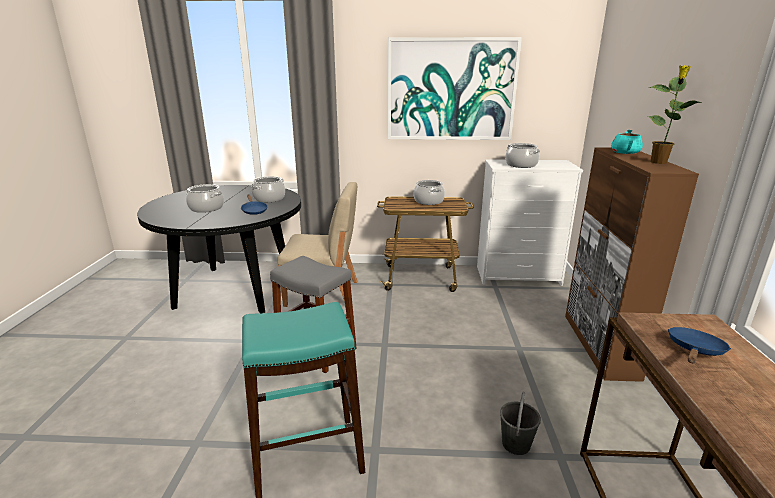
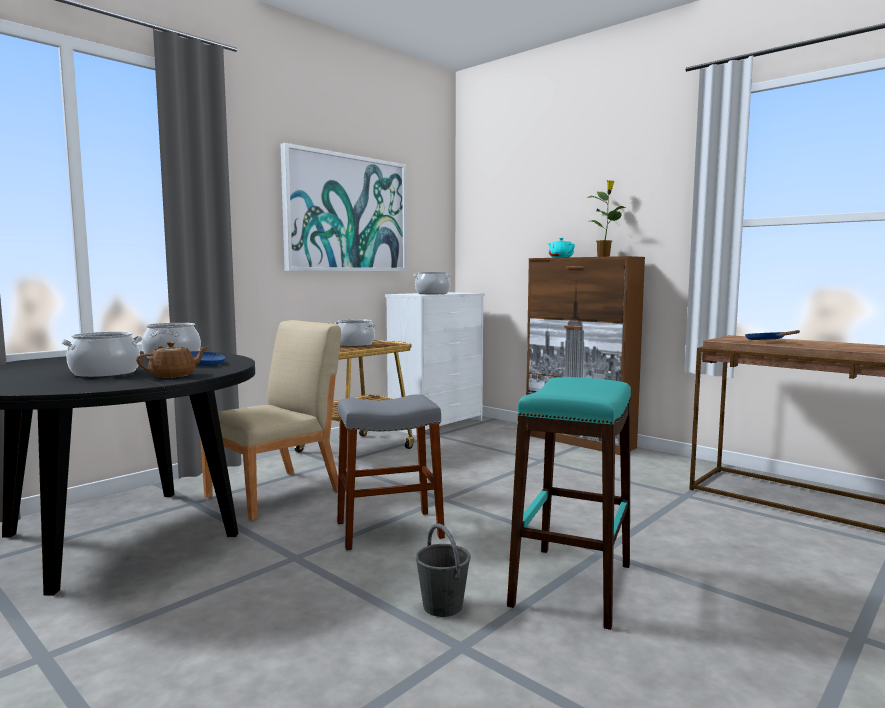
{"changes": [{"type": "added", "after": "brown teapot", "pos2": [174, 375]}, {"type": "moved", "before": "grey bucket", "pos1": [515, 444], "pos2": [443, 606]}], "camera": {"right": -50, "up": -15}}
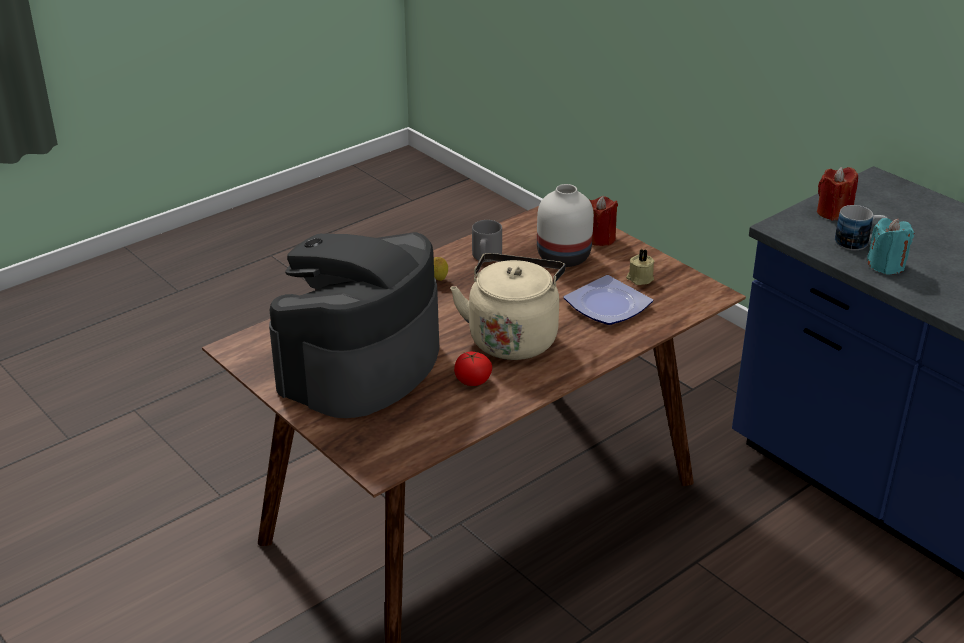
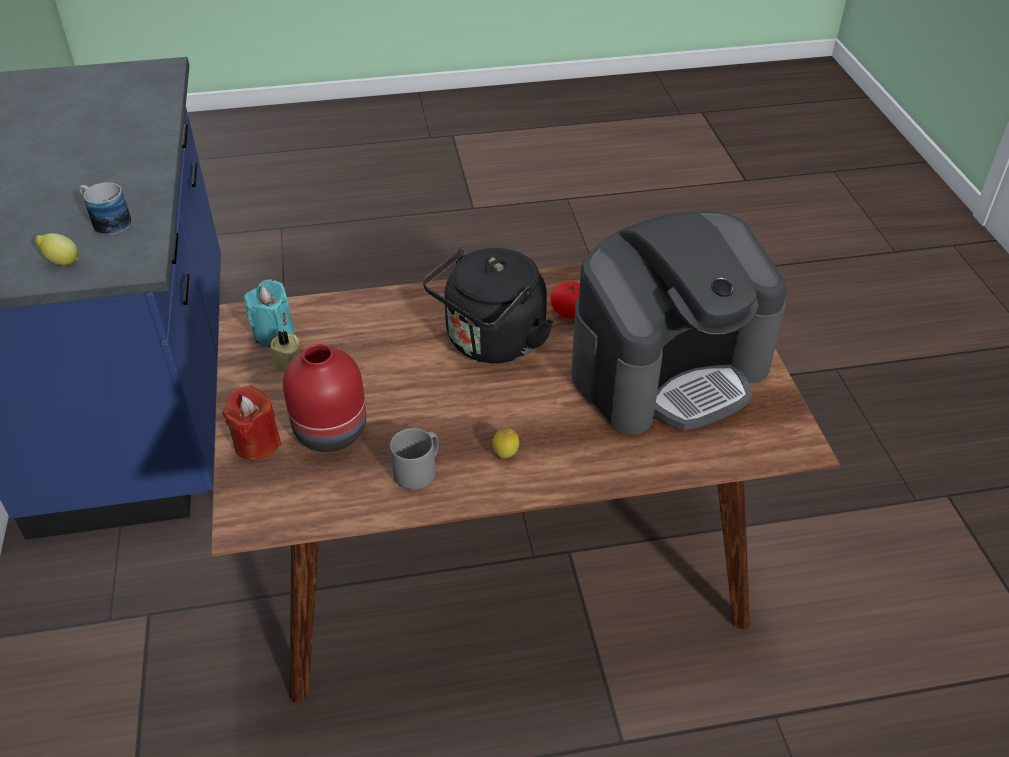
{"changes": [{"type": "replaced", "before": "red candle", "after": "lemon", "pos1": [834, 212], "pos2": [61, 262]}, {"type": "moved", "before": "turquoise candle", "pos1": [886, 265], "pos2": [274, 334]}, {"type": "recoloured", "before": "white vase", "after": "red vase", "pos1": [562, 257], "pos2": [331, 432]}, {"type": "recoloured", "before": "beige kettle", "after": "black kettle", "pos1": [513, 338], "pos2": [491, 343]}, {"type": "removed", "before": "plate", "pos1": [605, 305]}], "camera": {"right": -150, "up": 10}}
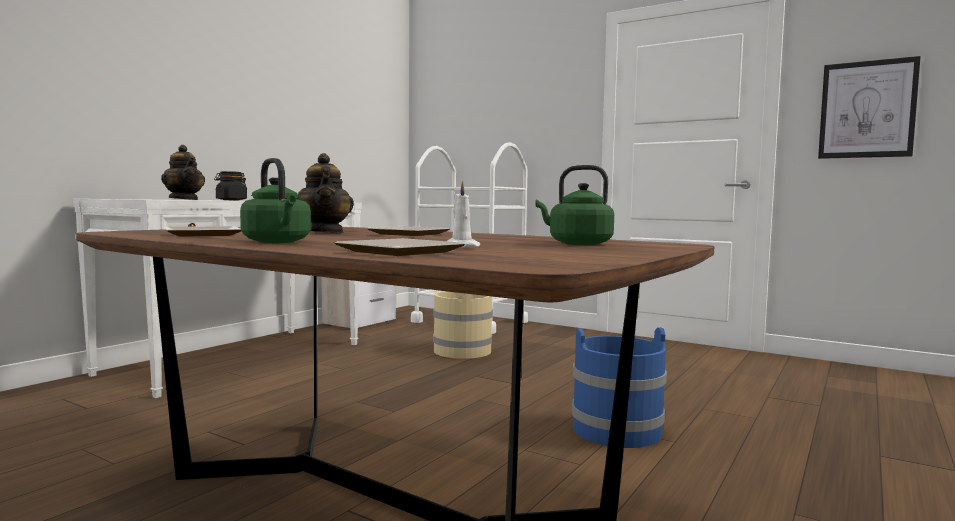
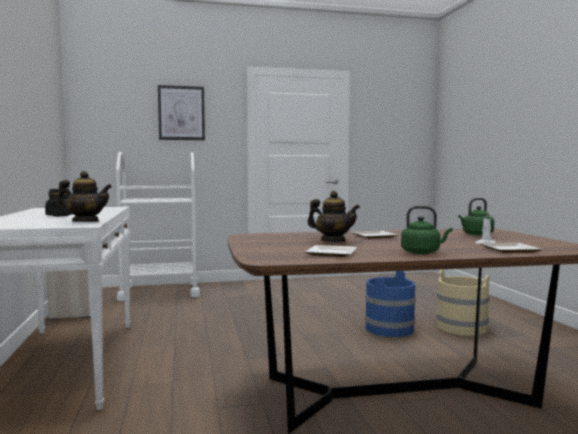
{"changes": [{"type": "moved", "before": "picture", "pos1": [867, 109], "pos2": [181, 113]}, {"type": "moved", "before": "beige bucket", "pos1": [462, 351], "pos2": [462, 327]}], "camera": {"right": -45, "up": 0}}
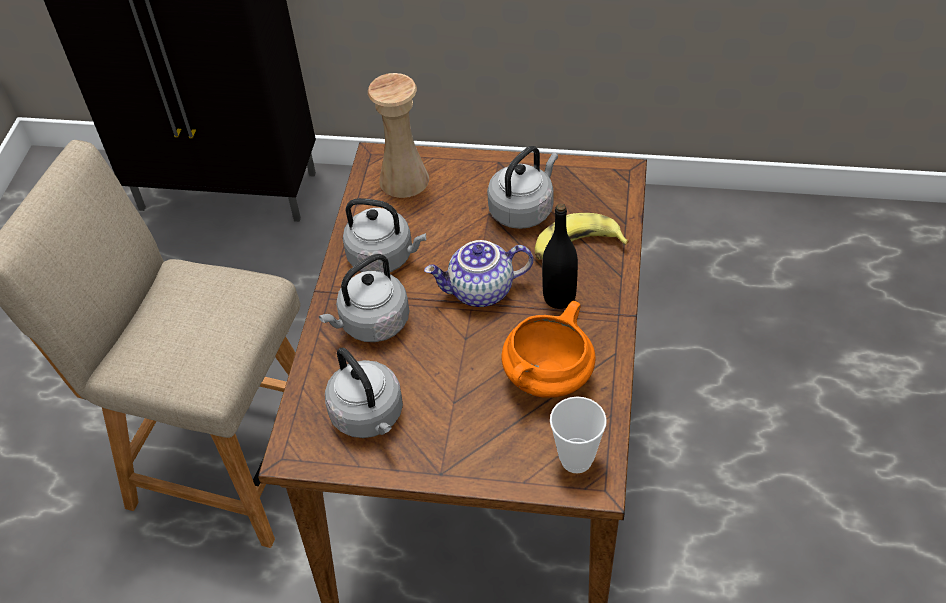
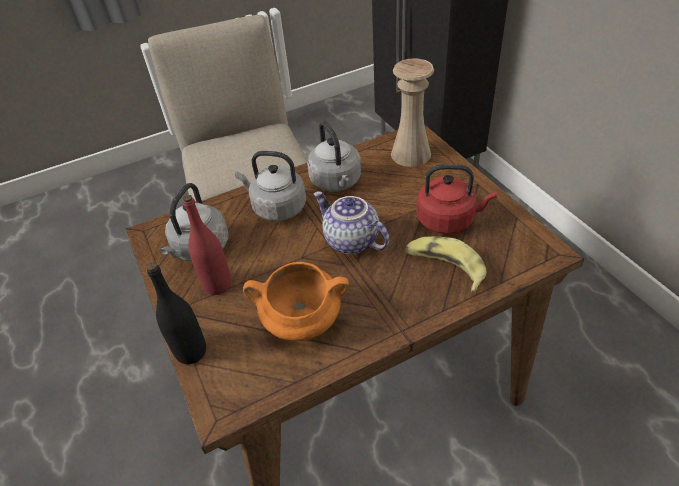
{"changes": [{"type": "moved", "before": "black bottle", "pos1": [559, 297], "pos2": [191, 352]}, {"type": "added", "after": "red bottle", "pos2": [217, 285]}, {"type": "recoloured", "before": "grey kettle", "after": "red kettle", "pos1": [523, 209], "pos2": [448, 220]}, {"type": "removed", "before": "cup", "pos1": [576, 459]}], "camera": {"right": 55, "up": -5}}
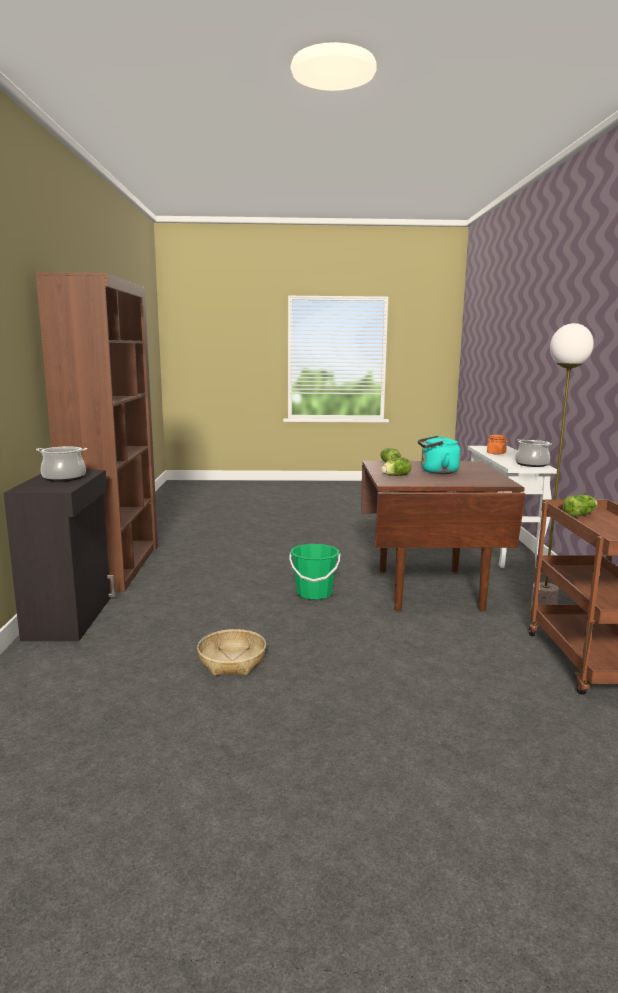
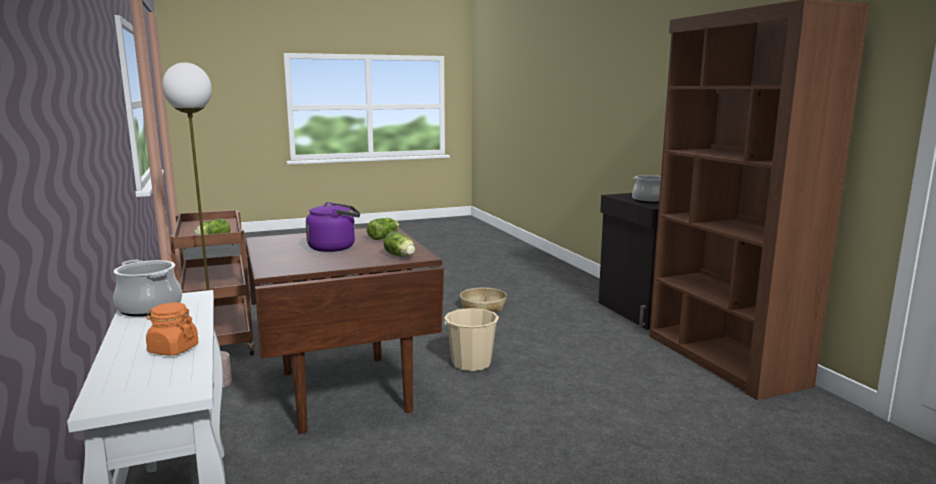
{"changes": [{"type": "recoloured", "before": "turquoise kettle", "after": "purple kettle", "pos1": [437, 472], "pos2": [335, 247]}, {"type": "recoloured", "before": "green bucket", "after": "beige bucket", "pos1": [314, 593], "pos2": [471, 363]}], "camera": {"right": 160, "up": 0}}
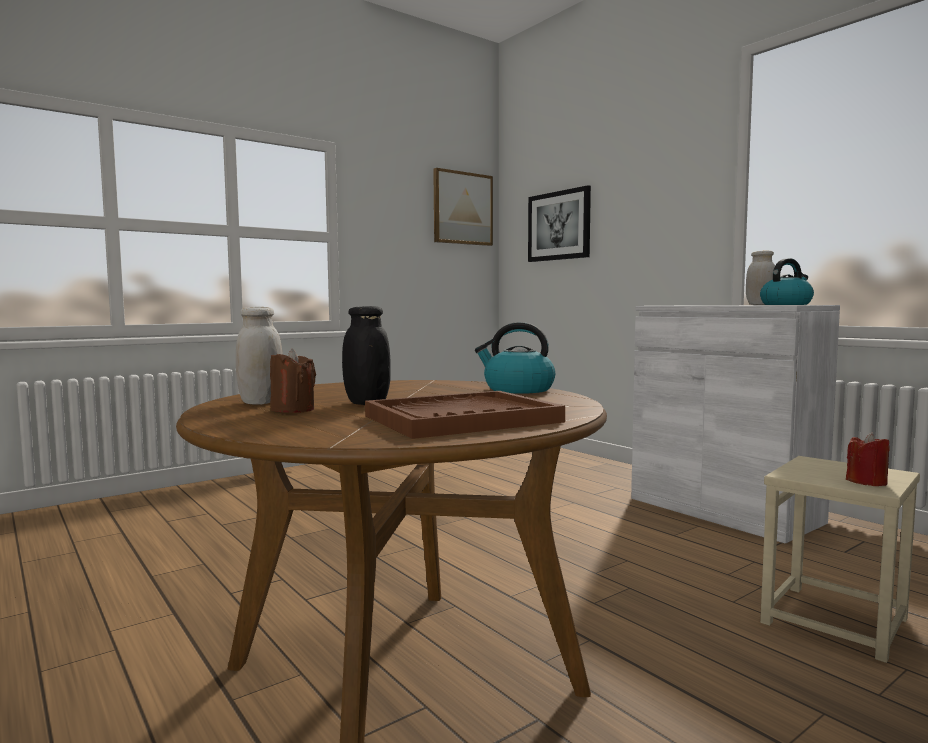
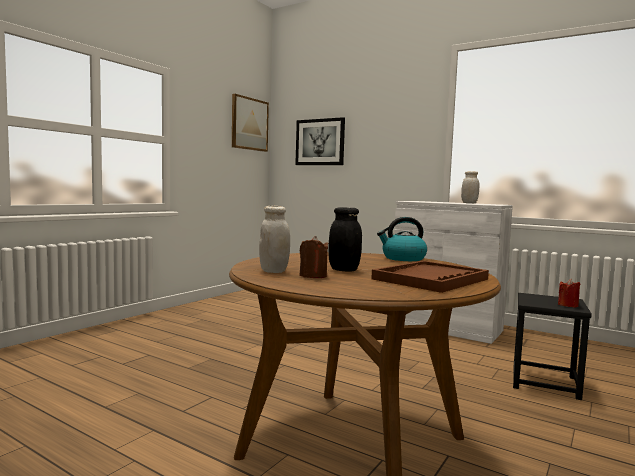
{"changes": [{"type": "recoloured", "before": "beige stool", "after": "black stool", "pos1": [835, 621], "pos2": [545, 382]}, {"type": "removed", "before": "kettle", "pos1": [786, 304]}], "camera": {"right": -20, "up": 0}}
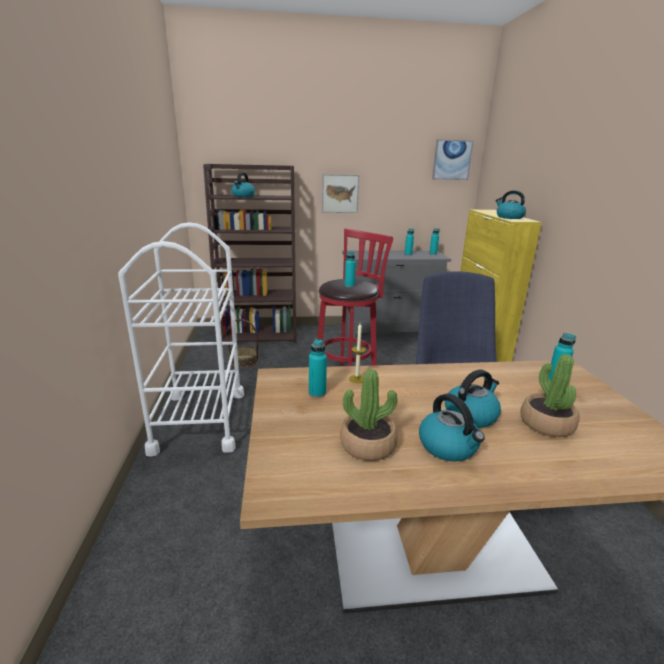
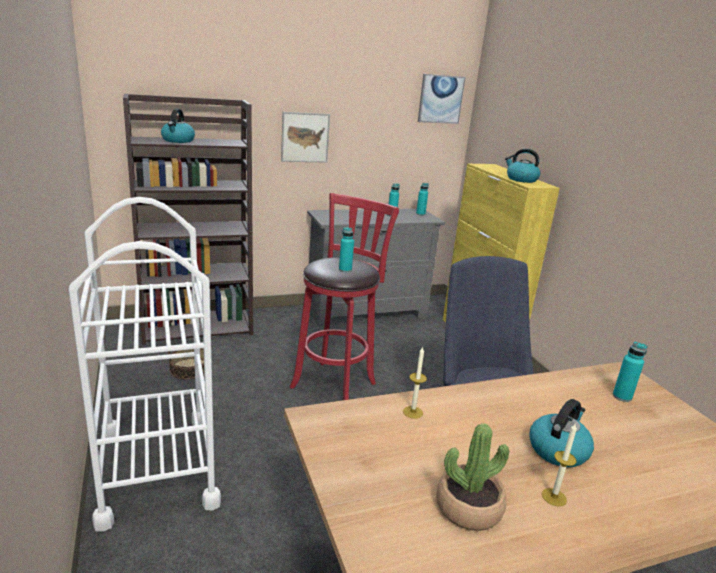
{"changes": [{"type": "replaced", "before": "kettle", "after": "candle", "pos1": [448, 446], "pos2": [554, 497]}, {"type": "removed", "before": "turquoise bottle", "pos1": [317, 393]}, {"type": "removed", "before": "potted plant", "pos1": [546, 424]}], "camera": {"right": -15, "up": 0}}
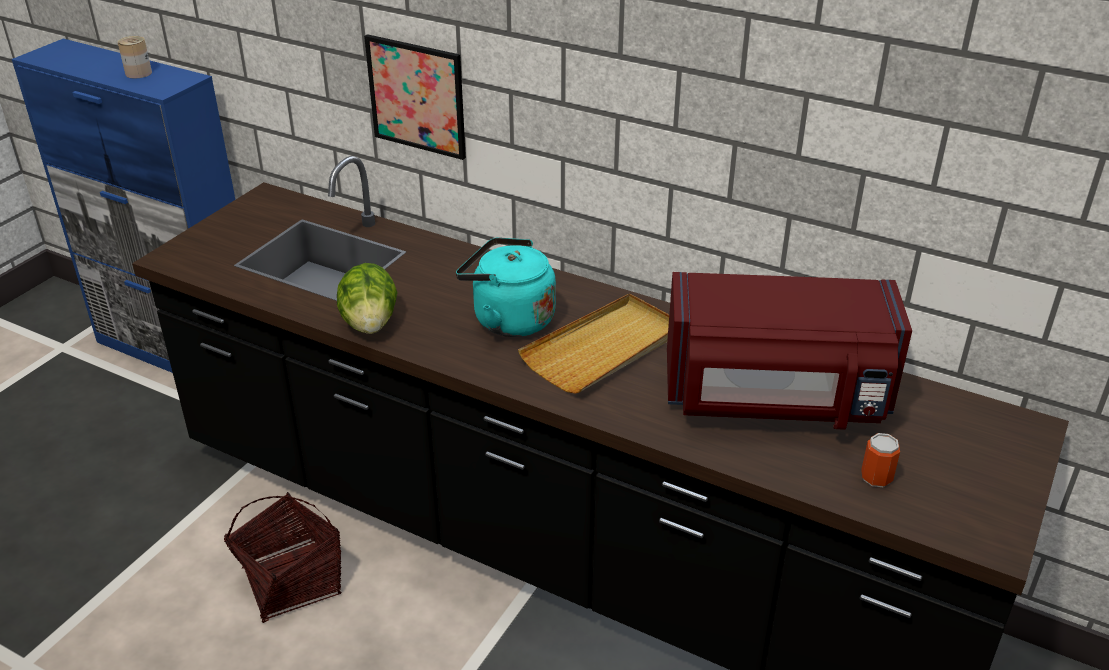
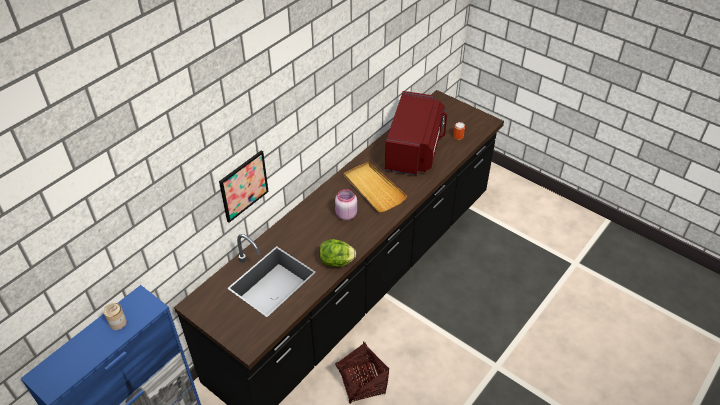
{"changes": [{"type": "replaced", "before": "turquoise kettle", "after": "pink jar", "pos1": [508, 319], "pos2": [345, 215]}], "camera": {"right": -80, "up": 10}}
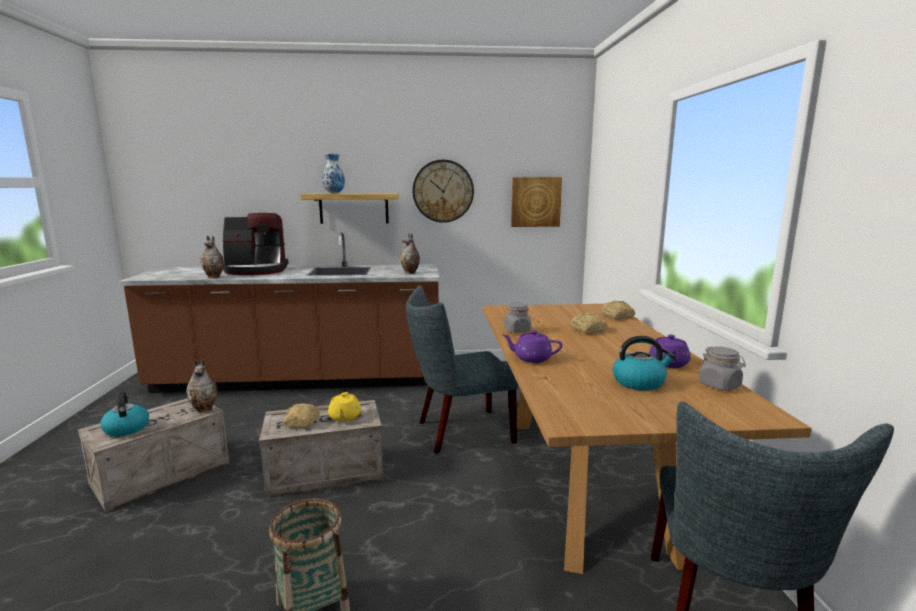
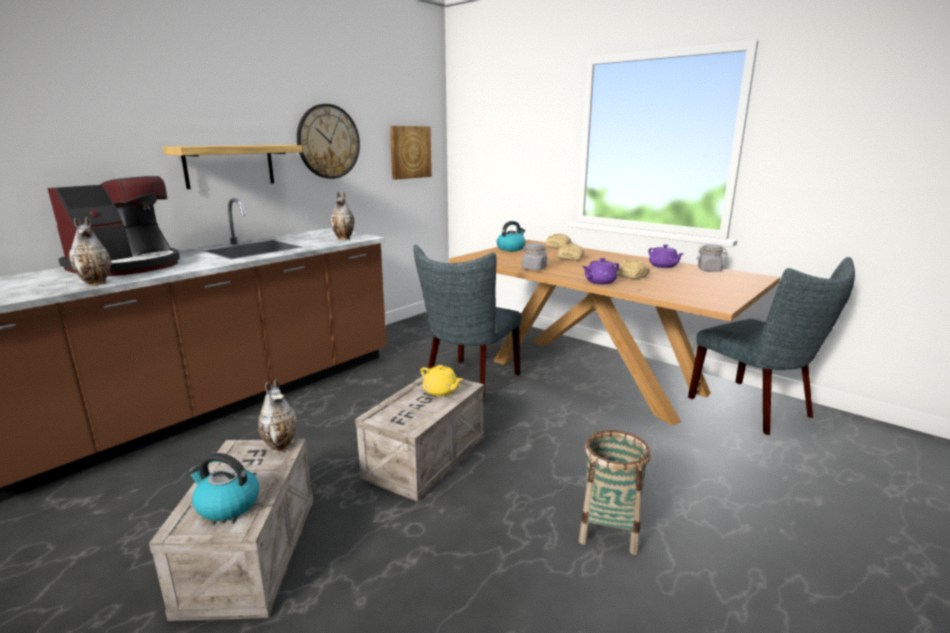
{"changes": [{"type": "moved", "before": "kettle", "pos1": [639, 382], "pos2": [511, 248]}, {"type": "moved", "before": "bread", "pos1": [301, 422], "pos2": [631, 276]}, {"type": "removed", "before": "vase", "pos1": [334, 193]}], "camera": {"right": -45, "up": 5}}
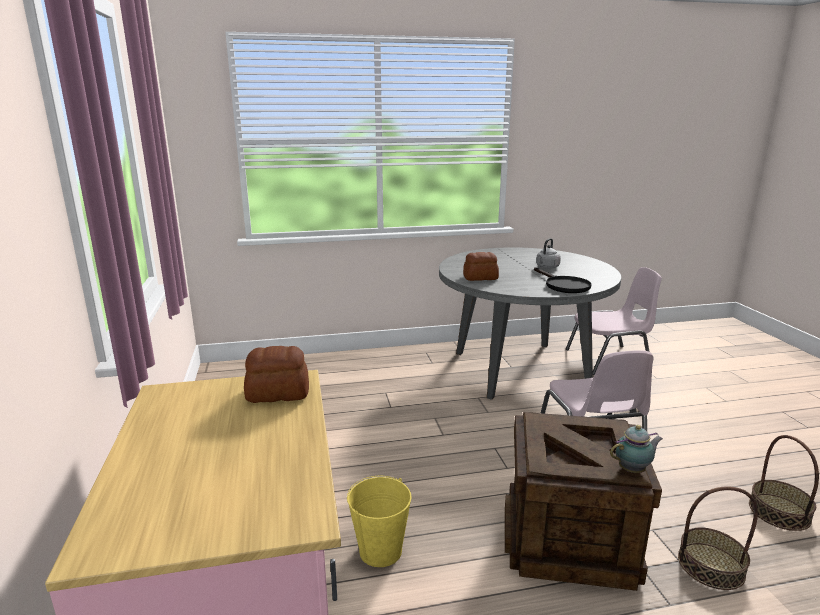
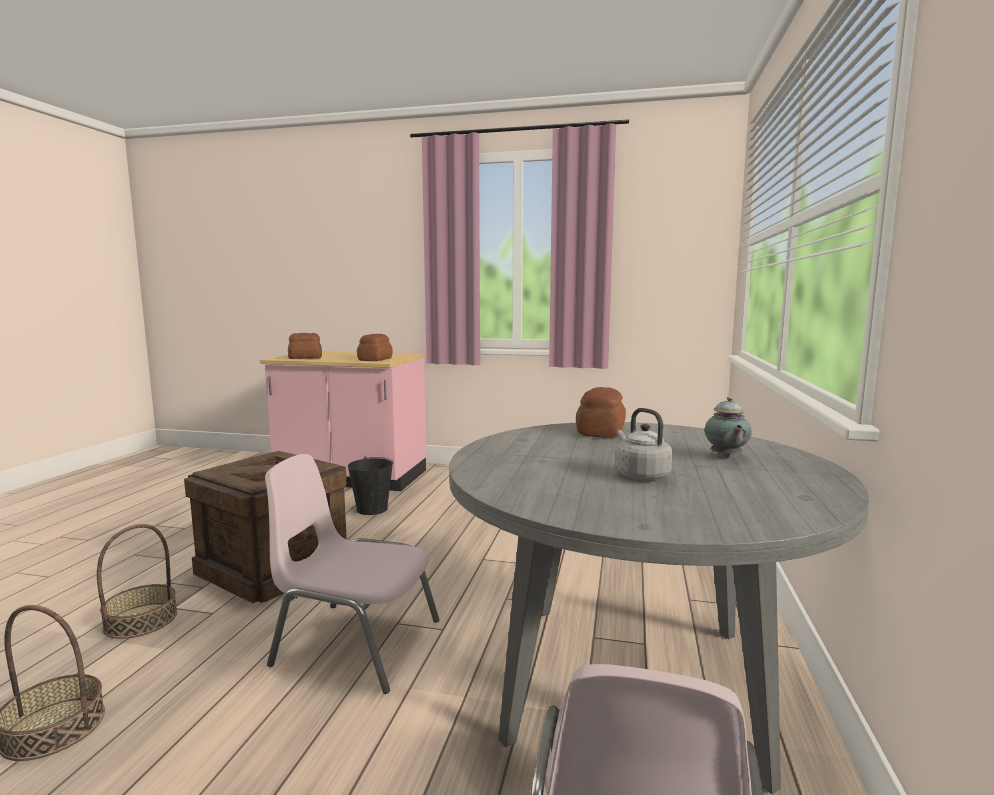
{"changes": [{"type": "added", "after": "bread", "pos2": [305, 358]}, {"type": "recoloured", "before": "yellow bucket", "after": "black bucket", "pos1": [381, 551], "pos2": [372, 509]}, {"type": "moved", "before": "teapot", "pos1": [633, 470], "pos2": [726, 457]}, {"type": "removed", "before": "black frying pan", "pos1": [563, 285]}], "camera": {"right": 115, "up": -10}}
